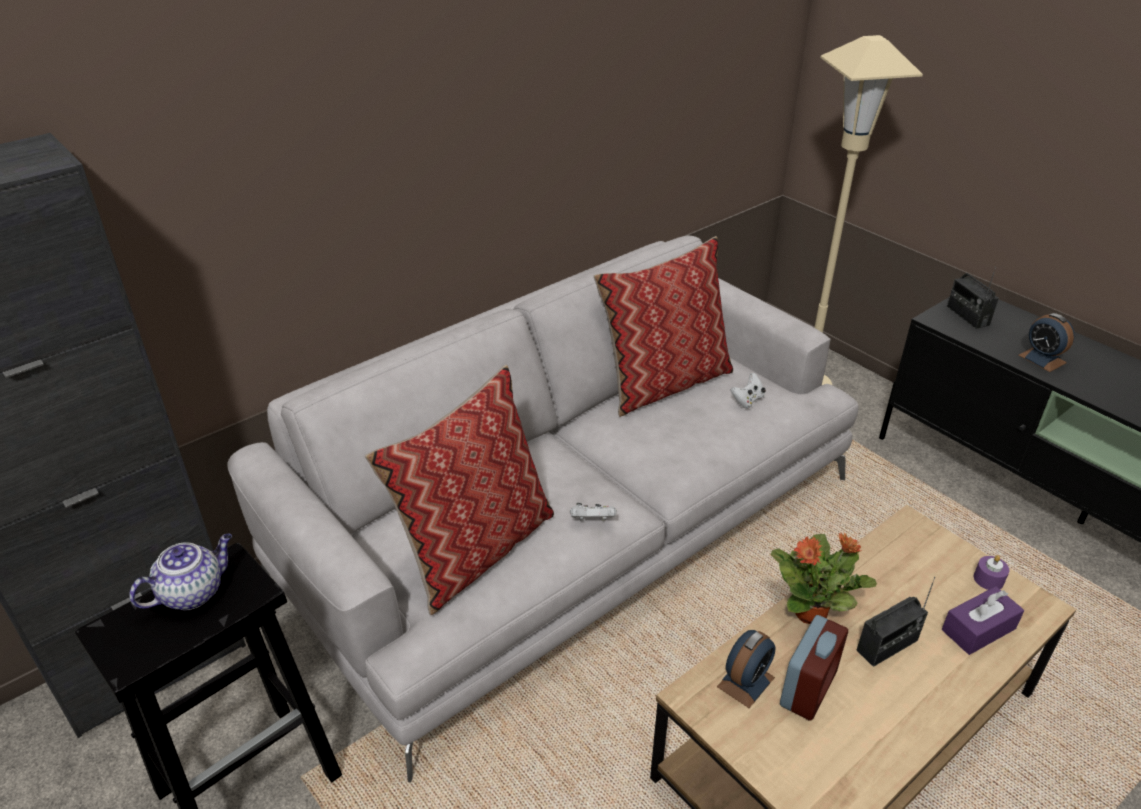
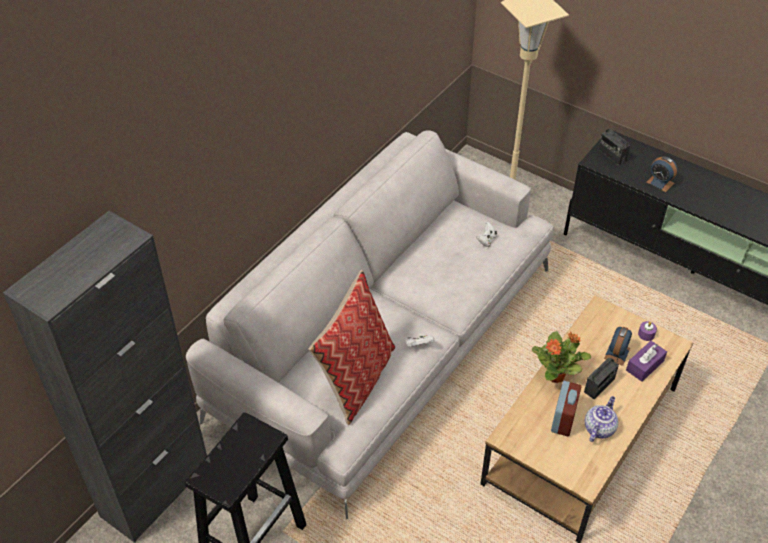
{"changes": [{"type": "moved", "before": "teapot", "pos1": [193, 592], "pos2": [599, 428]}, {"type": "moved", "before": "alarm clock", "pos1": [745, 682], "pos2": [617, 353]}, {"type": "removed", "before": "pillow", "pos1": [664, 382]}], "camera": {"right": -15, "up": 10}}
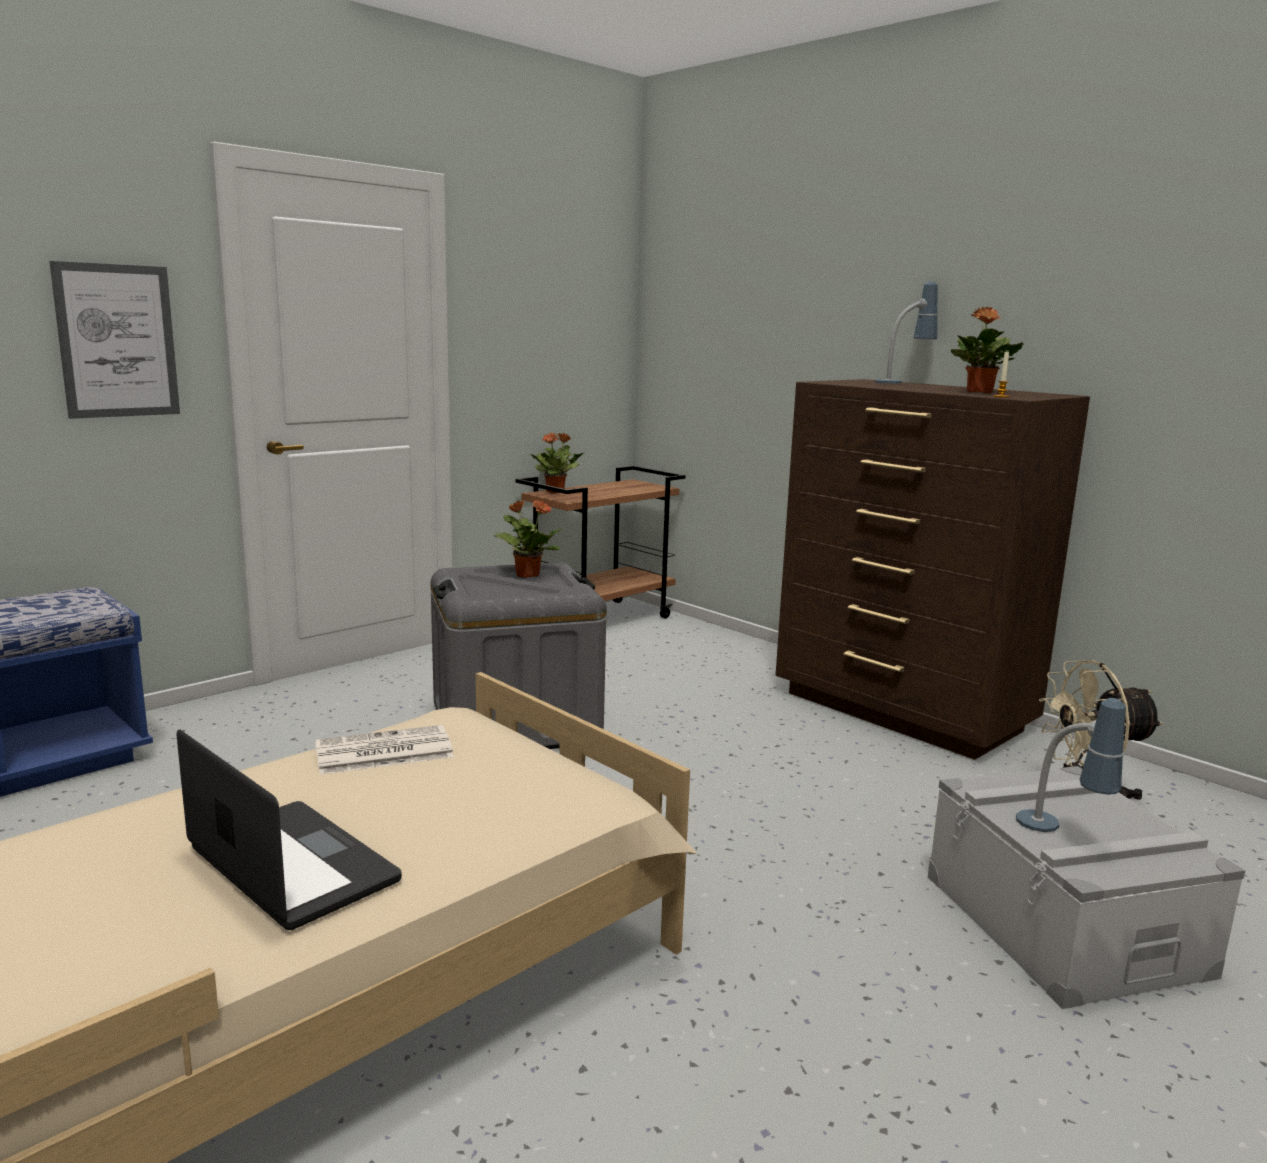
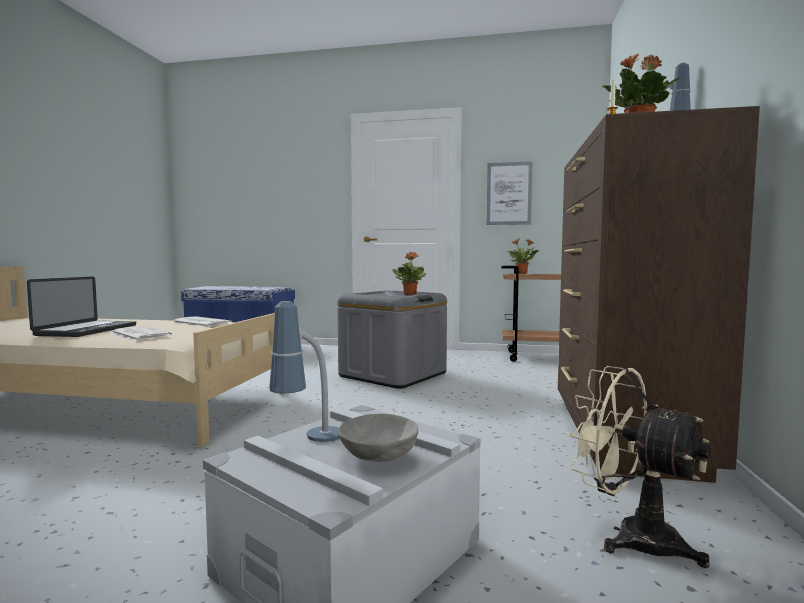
{"changes": [{"type": "added", "after": "newspaper", "pos2": [139, 335]}, {"type": "added", "after": "grey bowl", "pos2": [379, 456]}, {"type": "moved", "before": "picture", "pos1": [117, 341], "pos2": [509, 193]}], "camera": {"right": 55, "up": -10}}
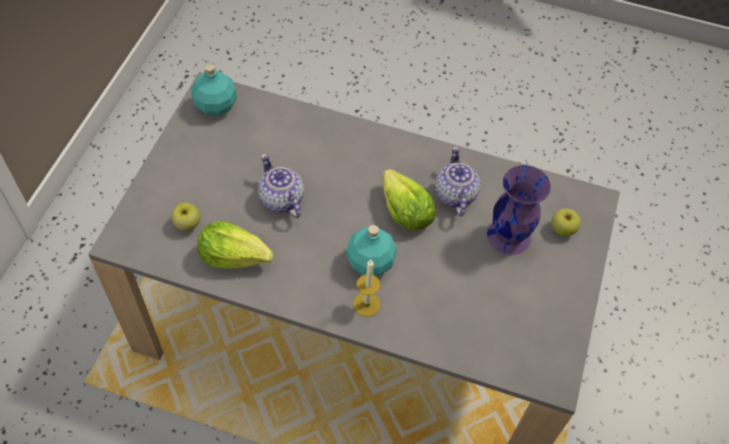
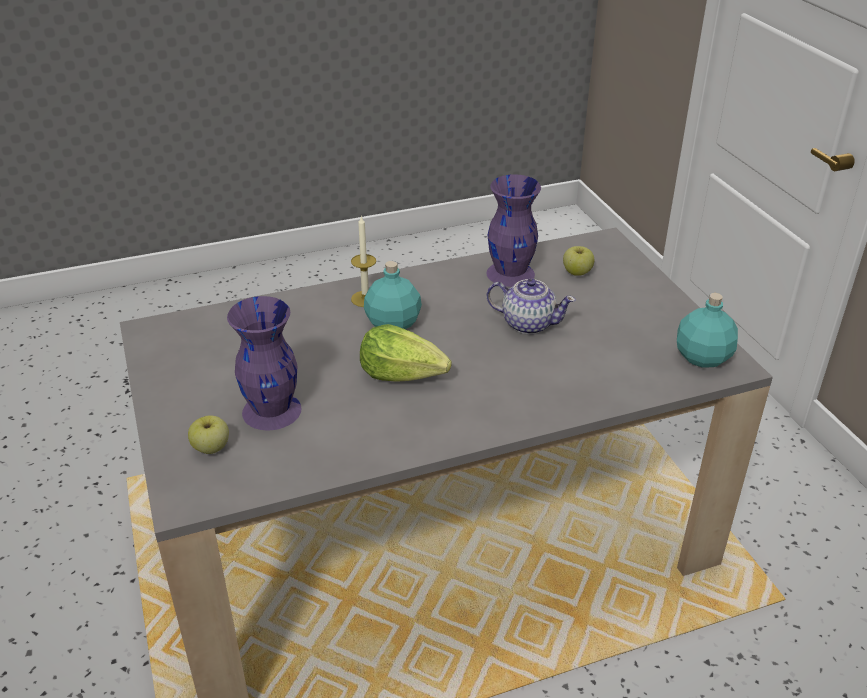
{"changes": [{"type": "replaced", "before": "lettuce", "after": "purple vase", "pos1": [234, 256], "pos2": [511, 274]}, {"type": "removed", "before": "teapot", "pos1": [454, 195]}], "camera": {"right": 145, "up": -20}}
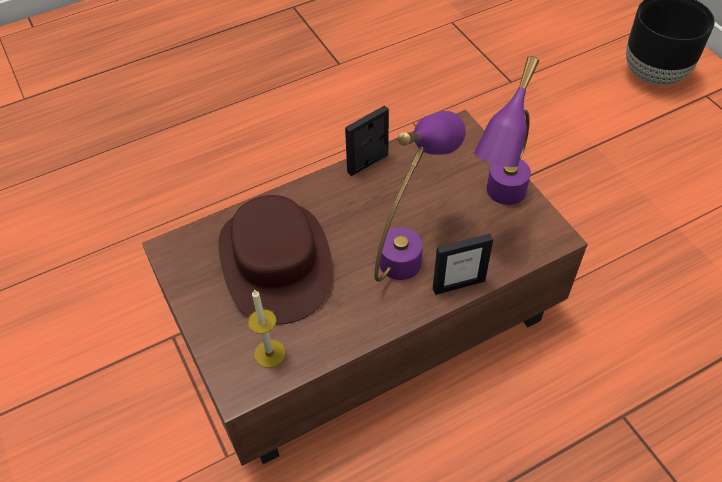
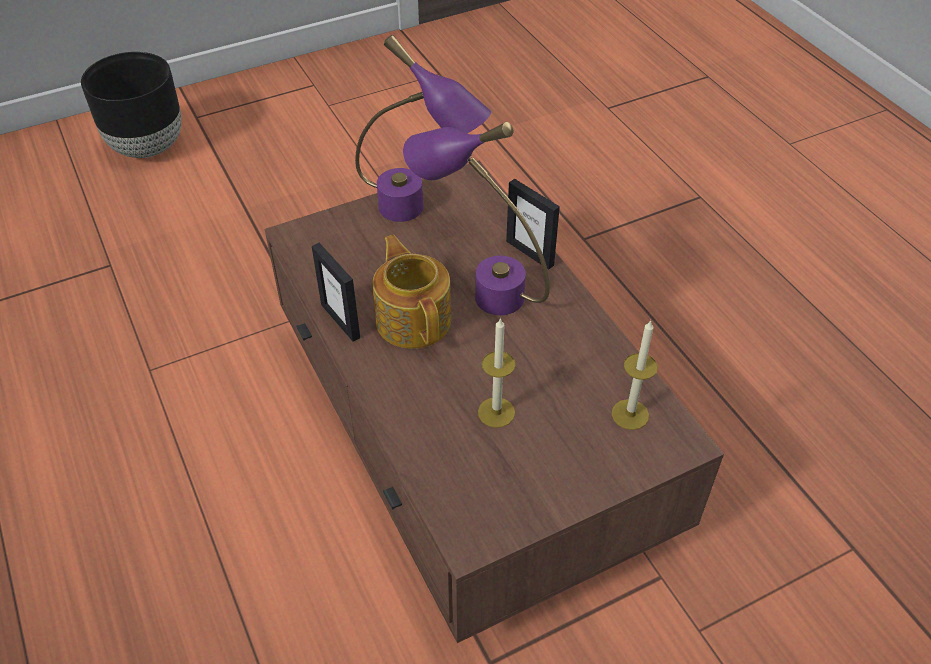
{"changes": [{"type": "added", "after": "teapot", "pos2": [414, 319]}, {"type": "replaced", "before": "brown hat", "after": "candle", "pos1": [276, 262], "pos2": [496, 412]}, {"type": "turned", "before": "picture frame", "pos1": [458, 284], "pos2": [530, 253], "turn": 150}], "camera": {"right": -90, "up": -5}}
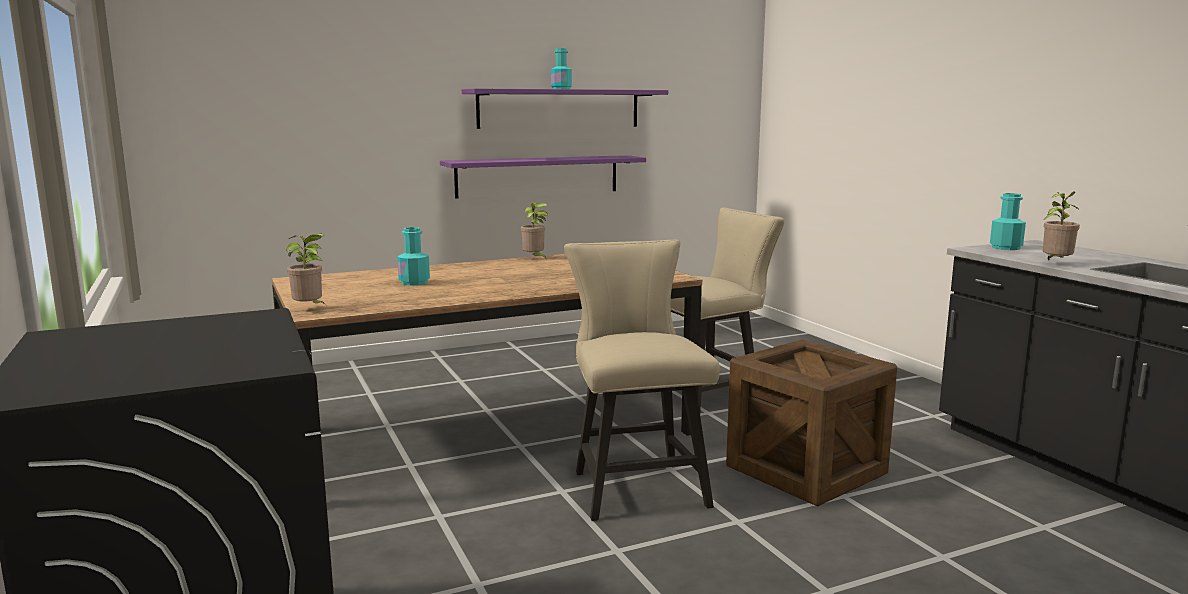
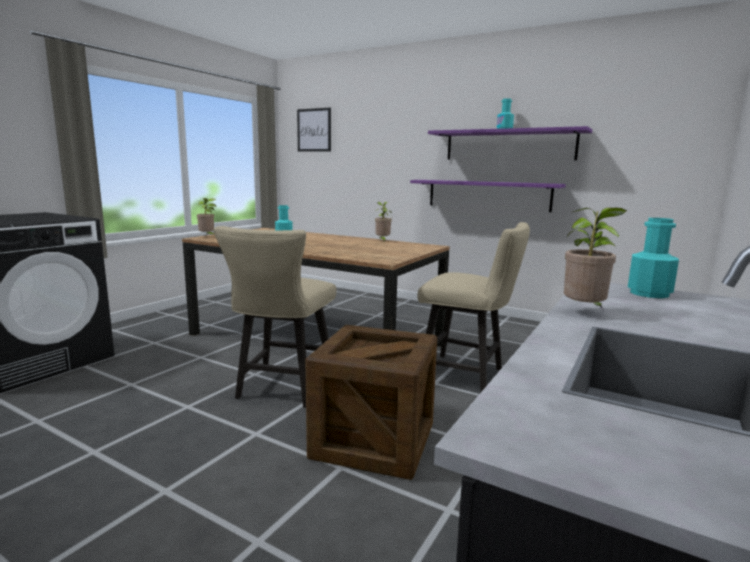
{"changes": [{"type": "turned", "before": "beige chair", "pos1": [635, 485], "pos2": [282, 390], "turn": 150}, {"type": "added", "after": "picture", "pos2": [314, 130]}], "camera": {"right": 55, "up": 0}}
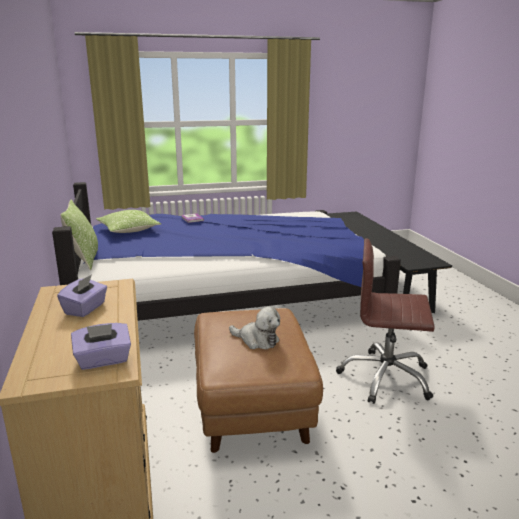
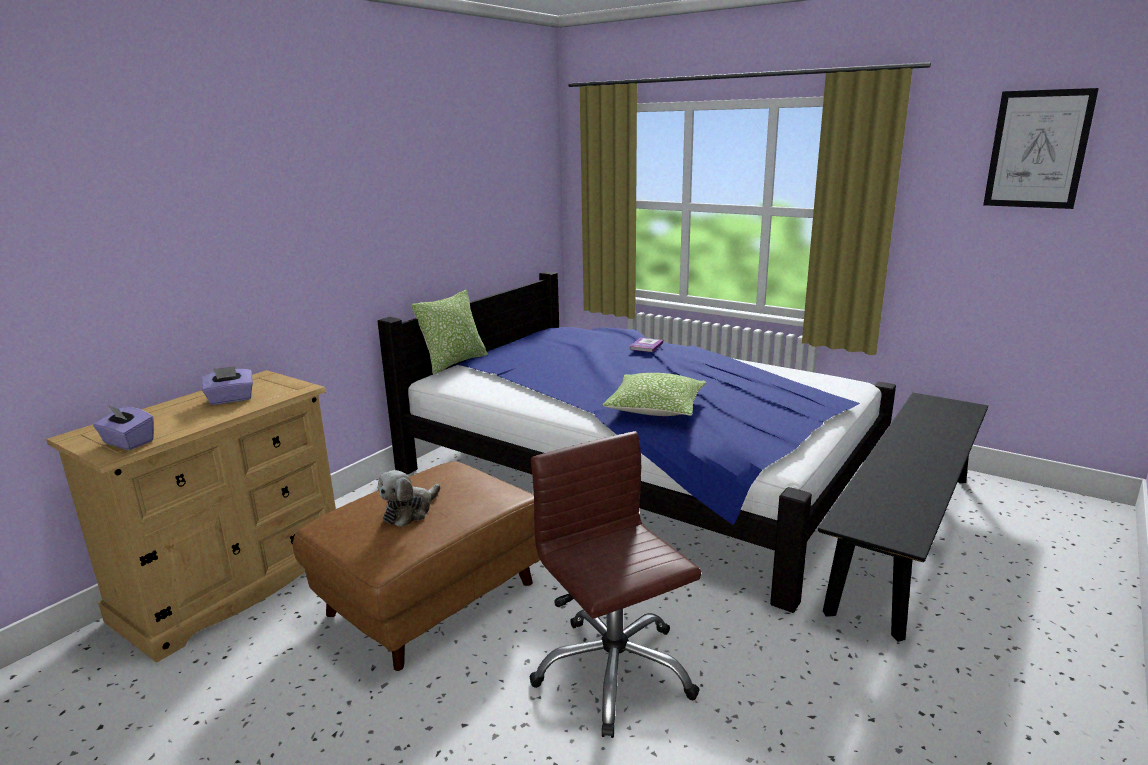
{"changes": [{"type": "turned", "before": "plush toy", "pos1": [257, 340], "pos2": [410, 511], "turn": 45}, {"type": "moved", "before": "pillow", "pos1": [129, 230], "pos2": [655, 408]}, {"type": "added", "after": "picture", "pos2": [1037, 149]}], "camera": {"right": 50, "up": 0}}
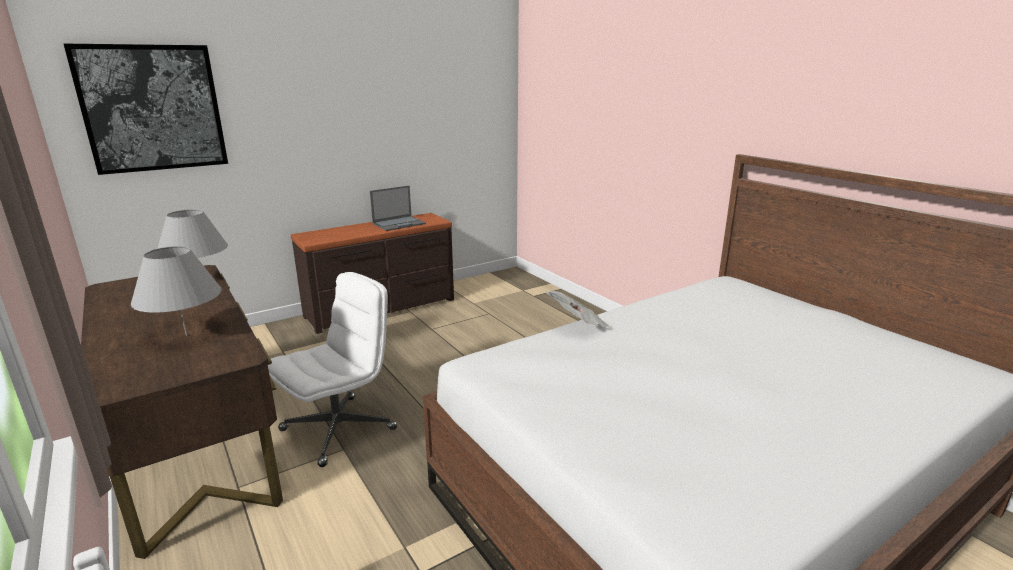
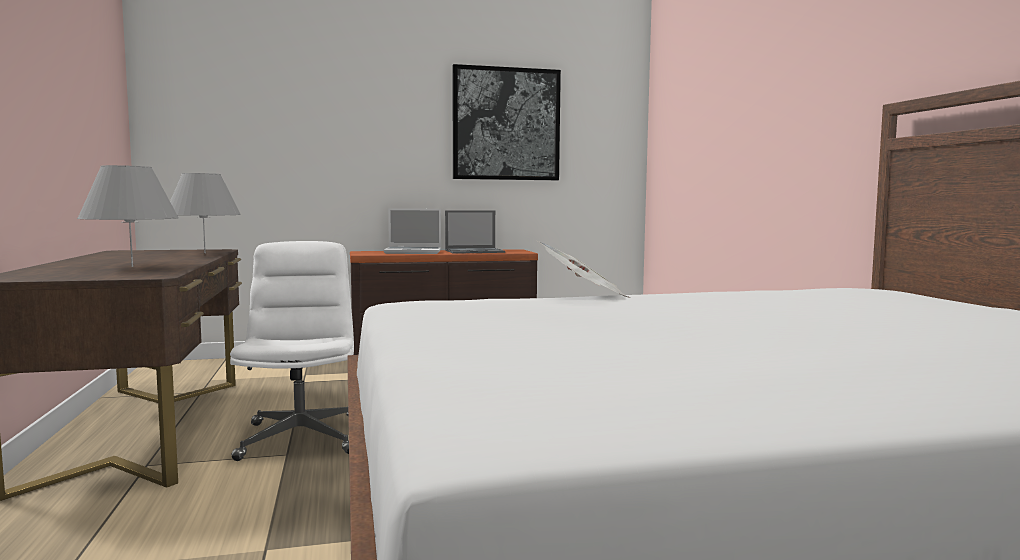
{"changes": [{"type": "turned", "before": "white office chair", "pos1": [339, 428], "pos2": [300, 438], "turn": -75}, {"type": "added", "after": "laptop", "pos2": [414, 252]}, {"type": "moved", "before": "picture", "pos1": [153, 108], "pos2": [506, 124]}], "camera": {"right": 20, "up": -15}}
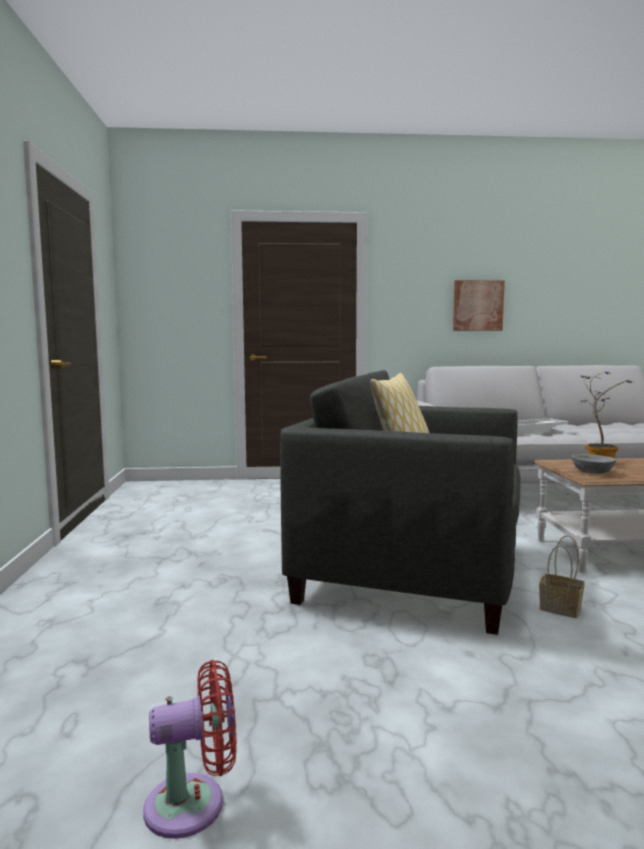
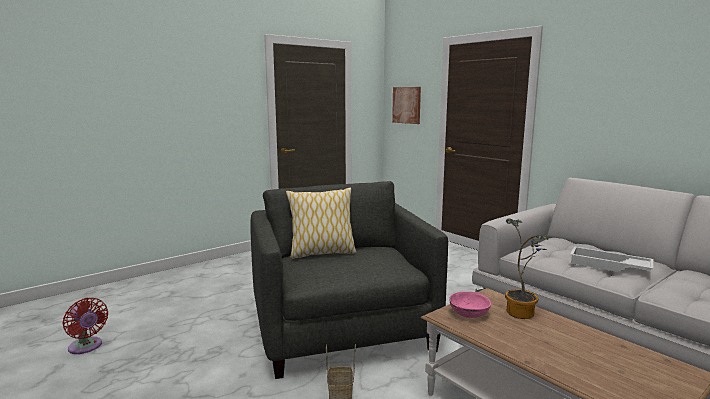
{"changes": [{"type": "moved", "before": "picture", "pos1": [477, 305], "pos2": [407, 105]}, {"type": "recoloured", "before": "grey bowl", "after": "pink bowl", "pos1": [592, 472], "pos2": [468, 313]}], "camera": {"right": 55, "up": 5}}
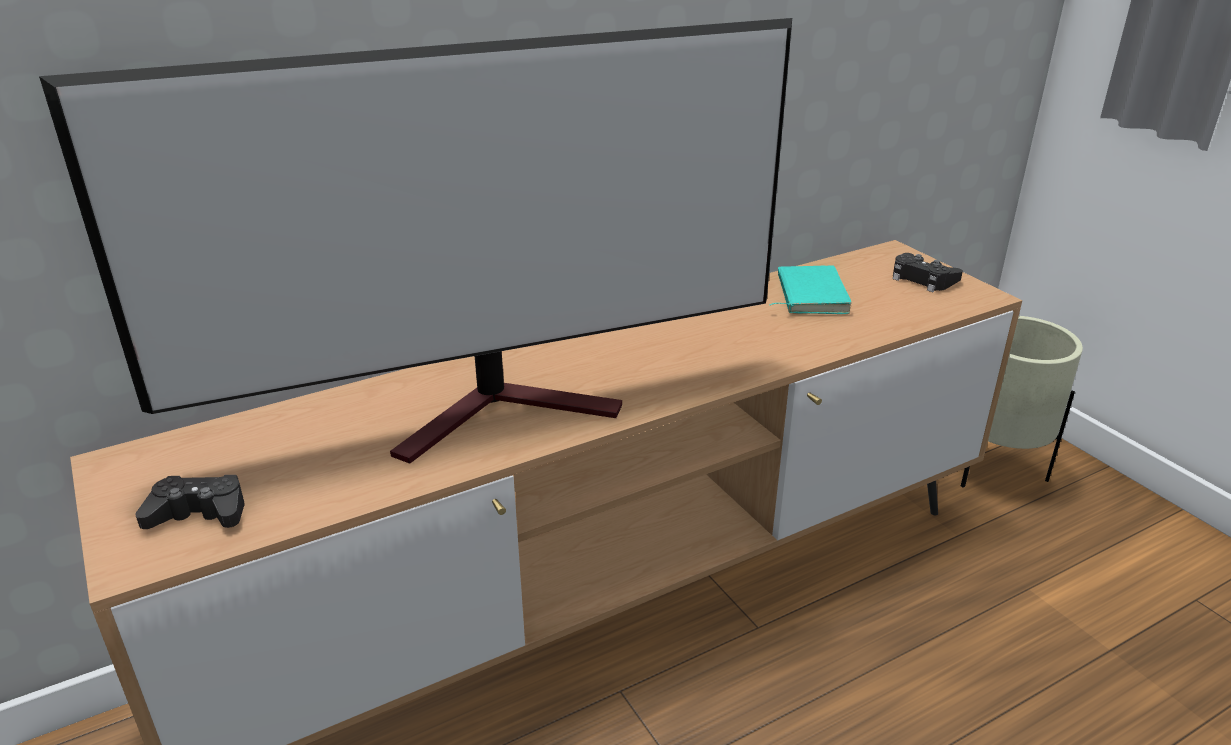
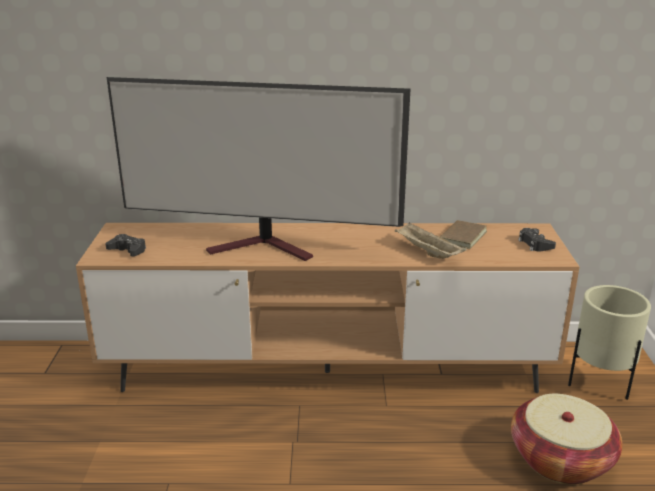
{"changes": [{"type": "added", "after": "beige tray", "pos2": [427, 252]}, {"type": "recoloured", "before": "turquoise book", "after": "brown book", "pos1": [808, 295], "pos2": [461, 237]}, {"type": "added", "after": "basket", "pos2": [560, 459]}], "camera": {"right": 30, "up": -5}}
